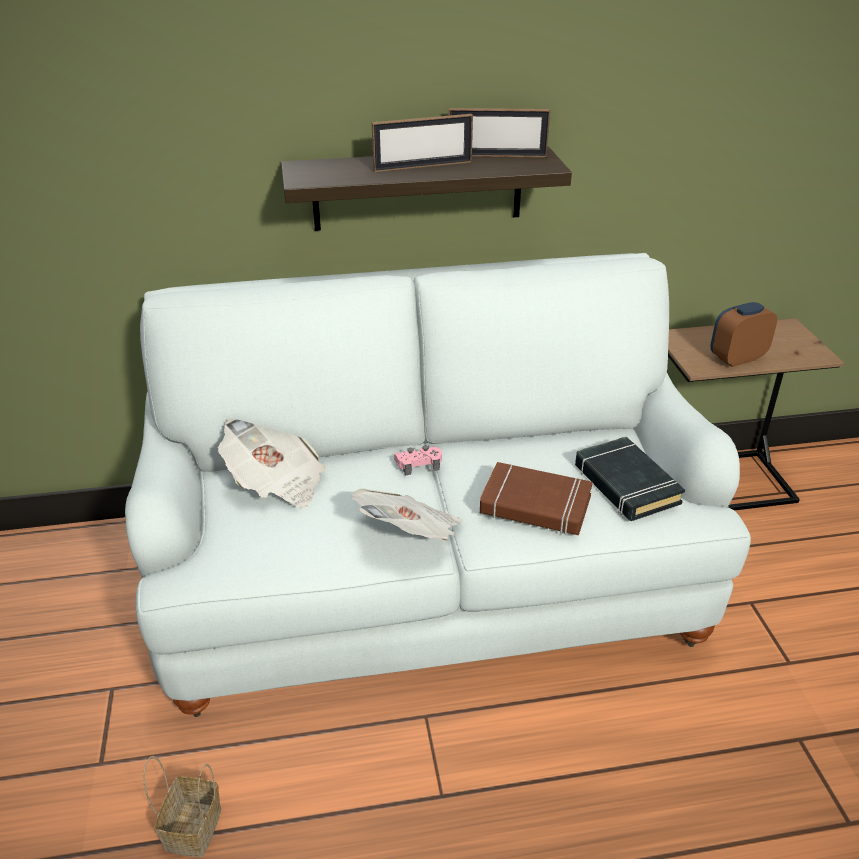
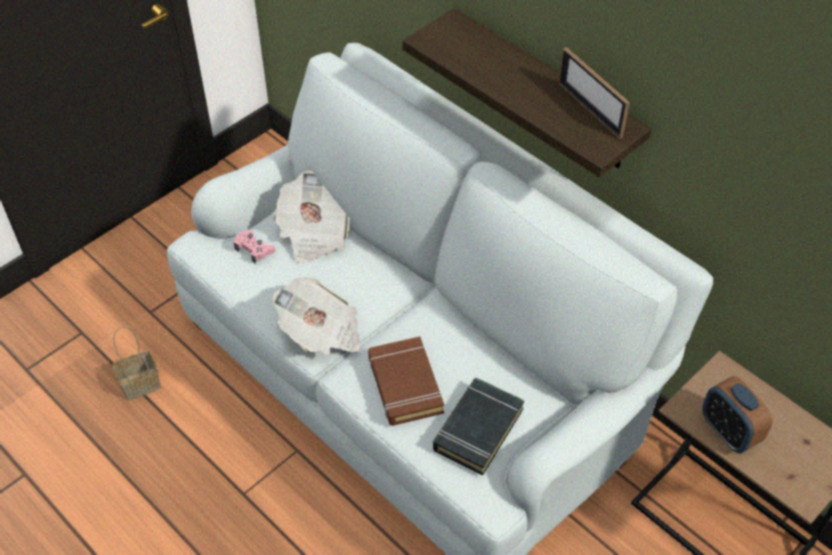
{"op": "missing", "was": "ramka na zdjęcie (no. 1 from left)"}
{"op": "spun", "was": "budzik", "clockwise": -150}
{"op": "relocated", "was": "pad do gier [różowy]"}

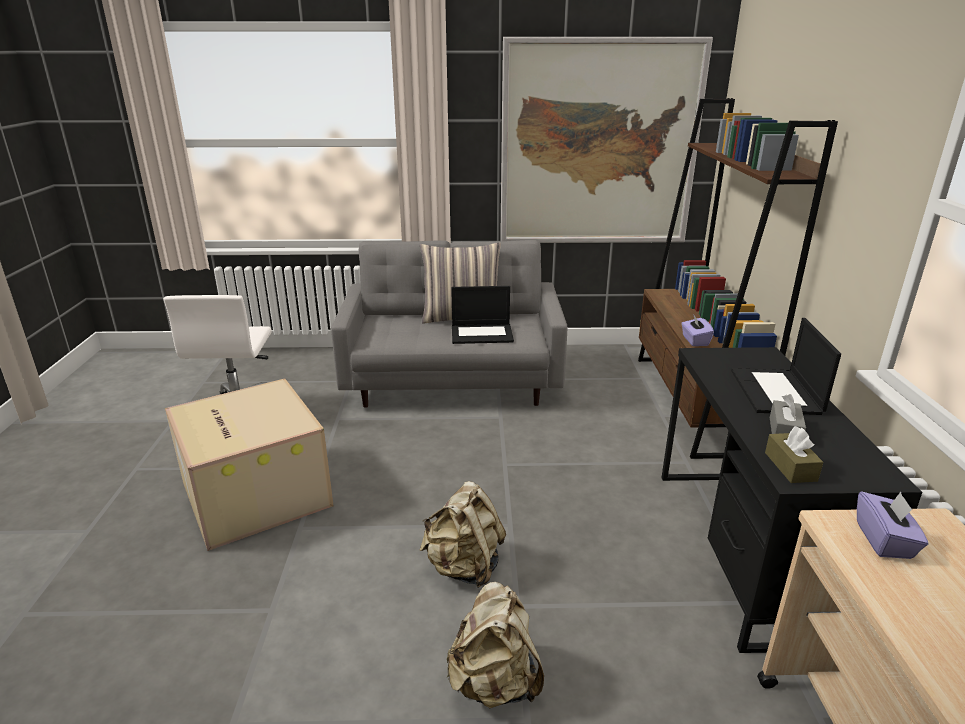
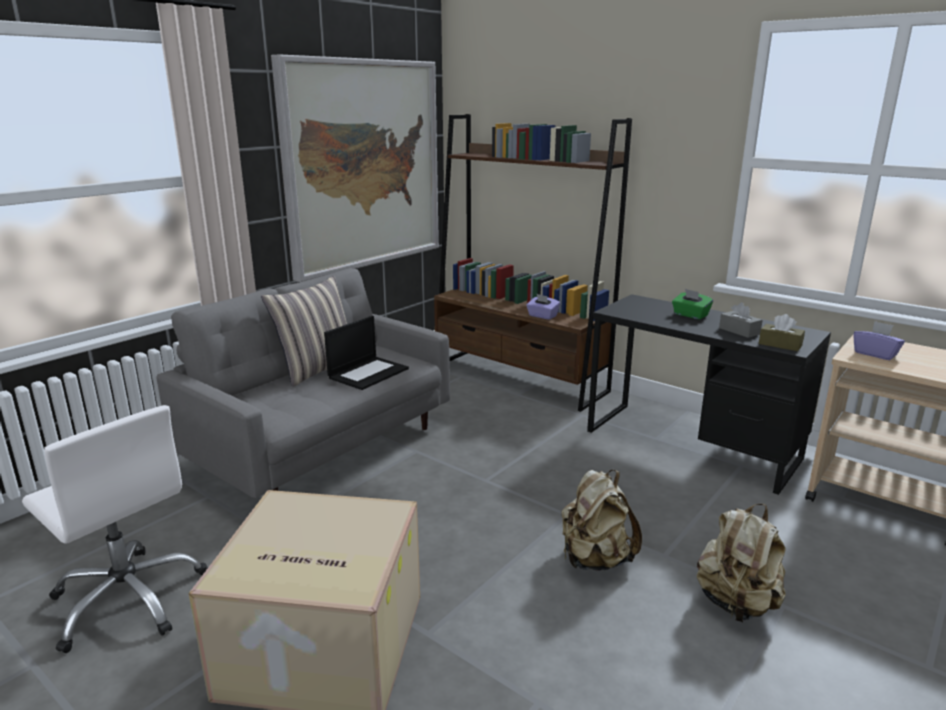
{"op": "exchanged", "was": "laptop (no. 2 from left)", "now": "pudełko chusteczek [zielony]"}

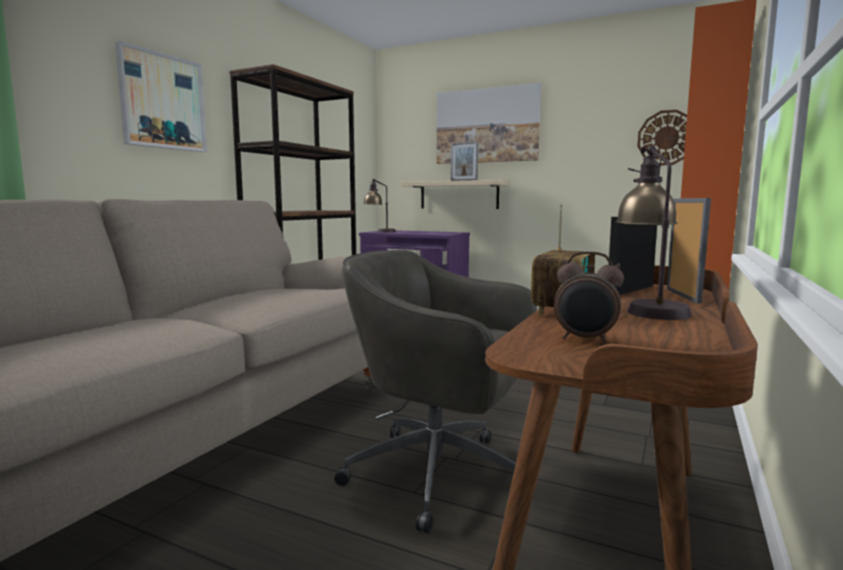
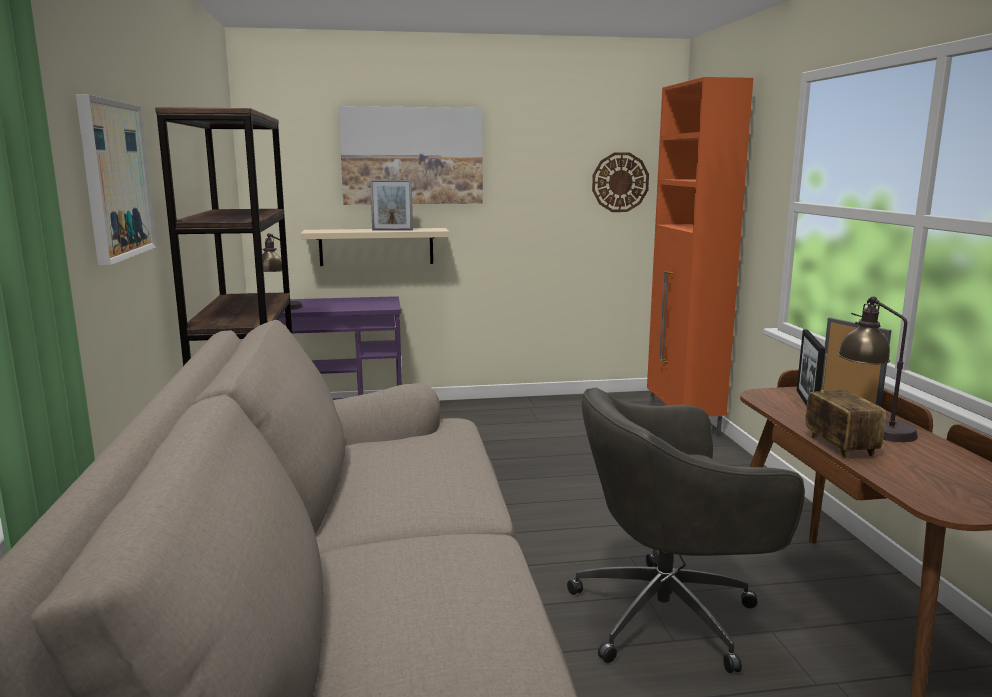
{"op": "missing", "was": "budzik"}

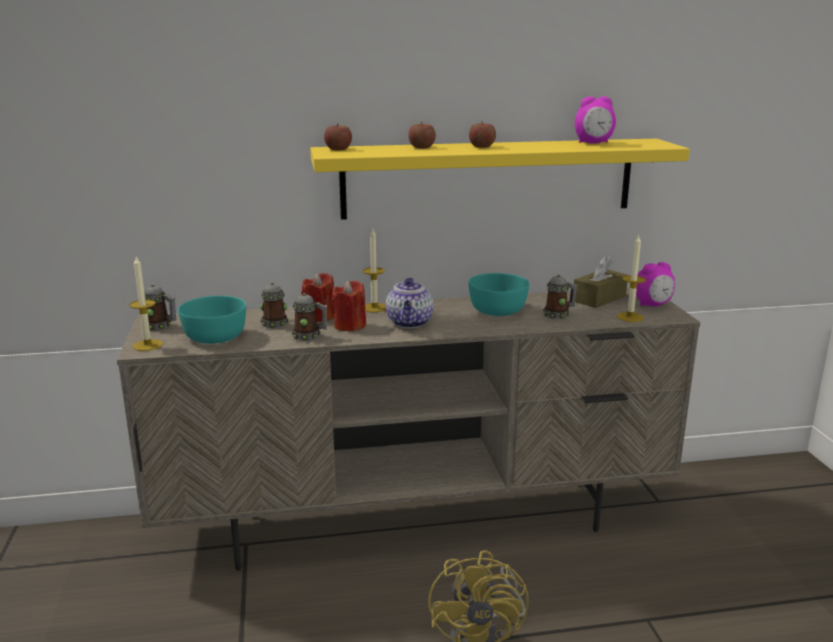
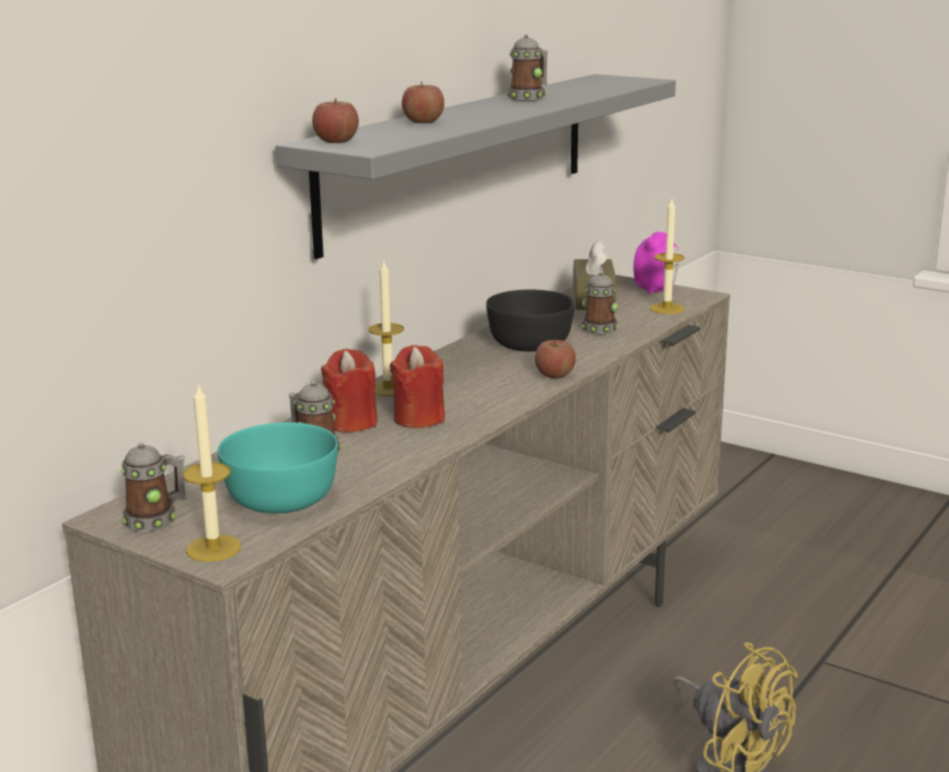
{"op": "missing", "was": "budzik (no. 1 from left)"}
{"op": "relocated", "was": "jabłko (no. 3 from left)"}
{"op": "colour", "was": "półka [żółty]", "now": "półka [szary]"}
{"op": "colour", "was": "miska [turkusowy] (no. 2 from left)", "now": "miska [czarny]"}
{"op": "missing", "was": "imbryk"}
{"op": "relocated", "was": "kubek (no. 3 from left)"}

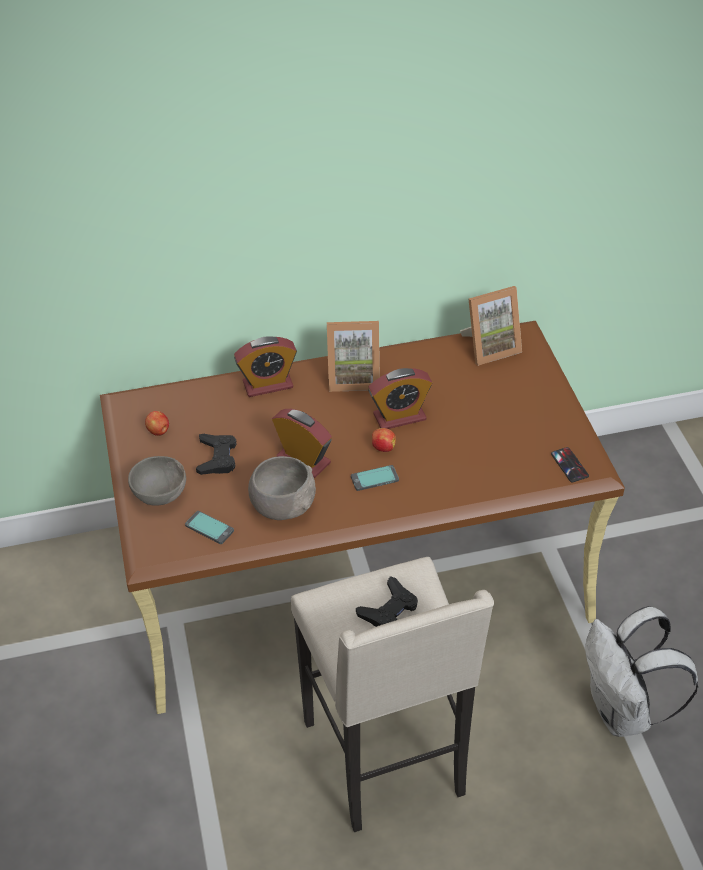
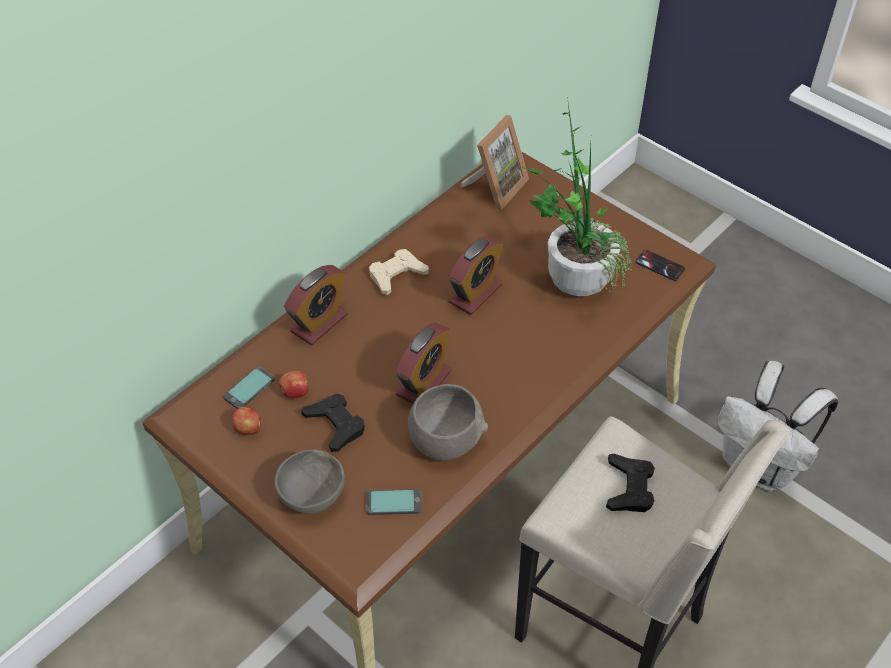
{"op": "exchanged", "was": "ramka na zdjęcie (no. 1 from left)", "now": "pad do gier [beżowy]"}
{"op": "spun", "was": "budzik (no. 2 from left)", "clockwise": 120}
{"op": "relocated", "was": "jabłko (no. 2 from left)"}
{"op": "relocated", "was": "telefon (no. 2 from left in the first image)", "now": "telefon (no. 1 from left)"}
{"op": "appeared", "now": "roślina doniczkowa"}

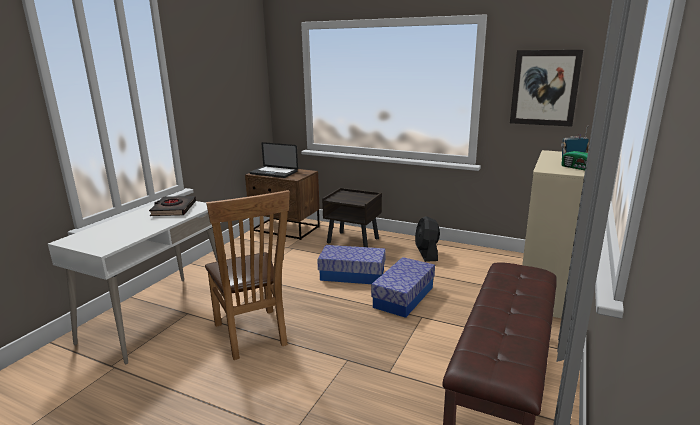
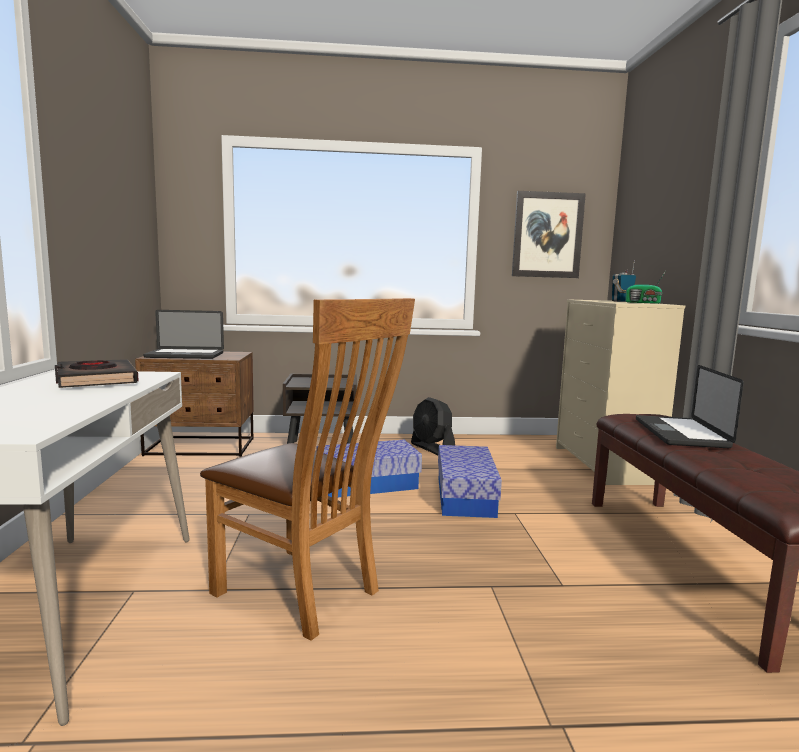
{"op": "appeared", "now": "laptop (no. 2 from left)"}

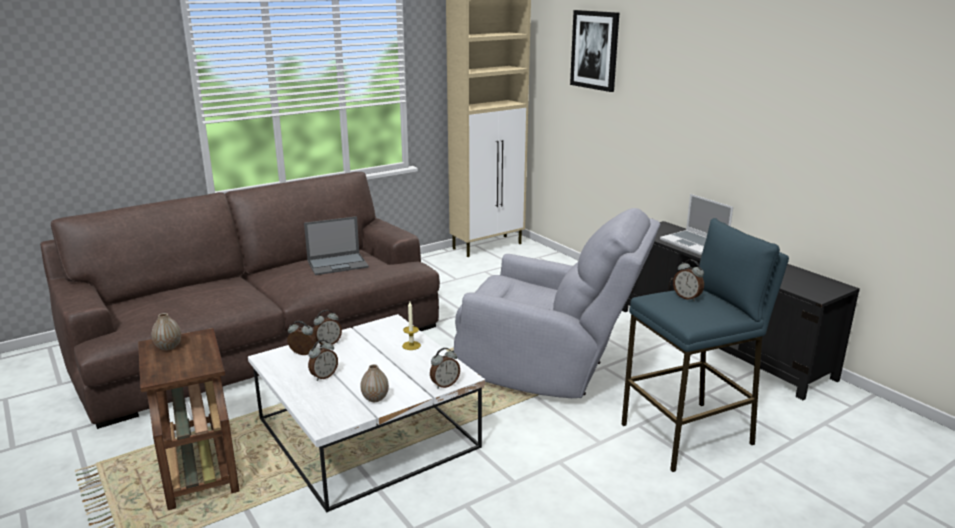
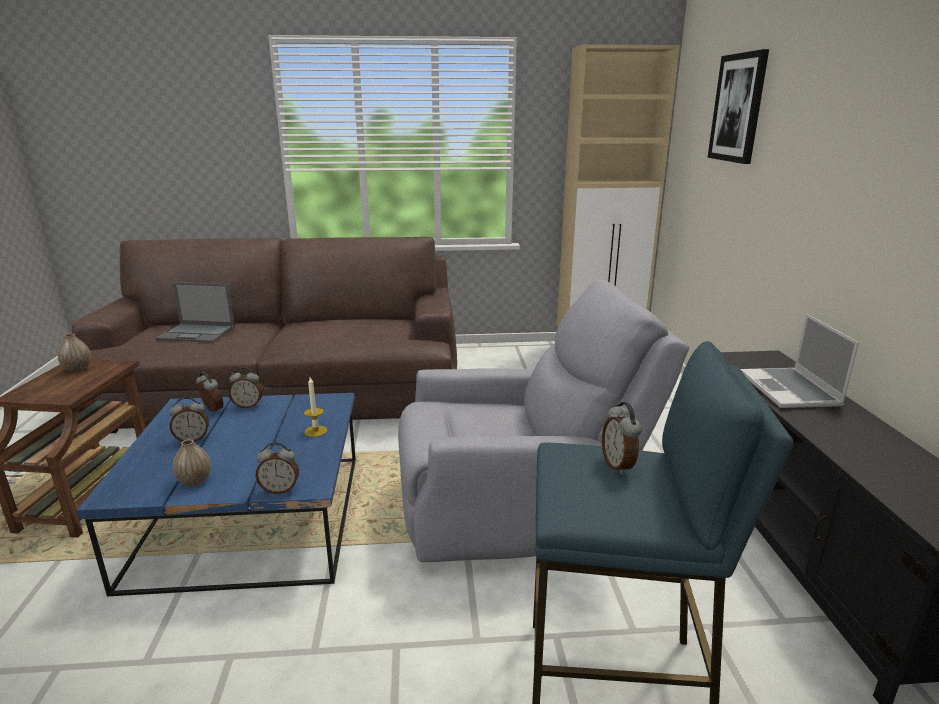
{"op": "spun", "was": "fotel [szary]", "clockwise": -60}
{"op": "relocated", "was": "laptop (no. 1 from left)"}
{"op": "colour", "was": "ława [biały]", "now": "ława [niebieski]"}

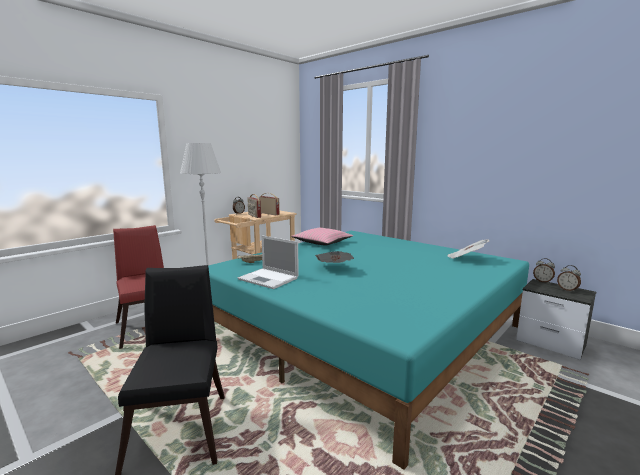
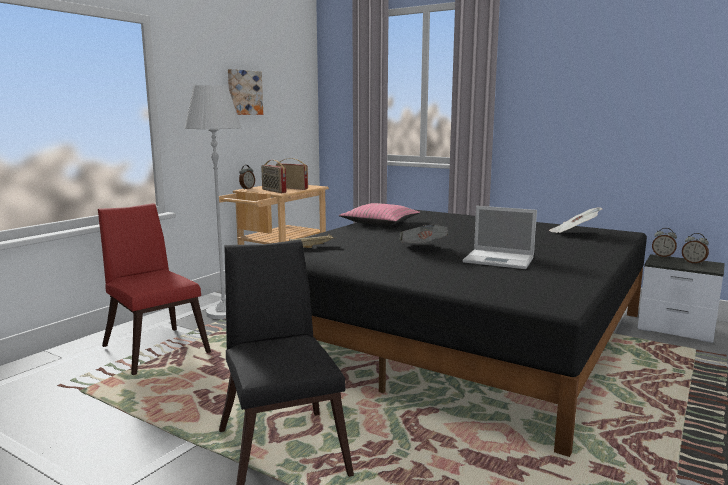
{"op": "colour", "was": "łóżko [turkusowy]", "now": "łóżko [czarny]"}
{"op": "relocated", "was": "laptop"}
{"op": "appeared", "now": "obraz"}

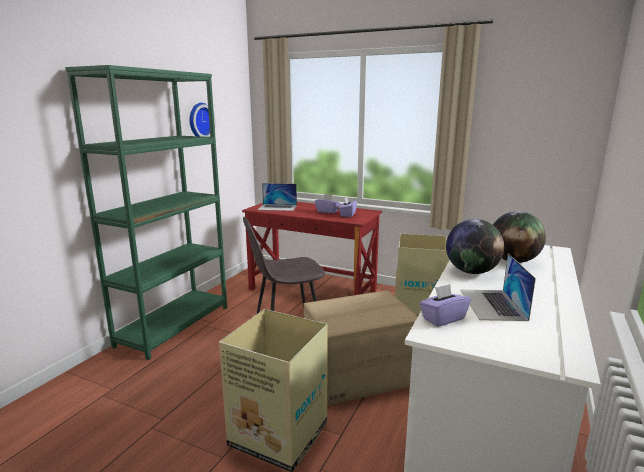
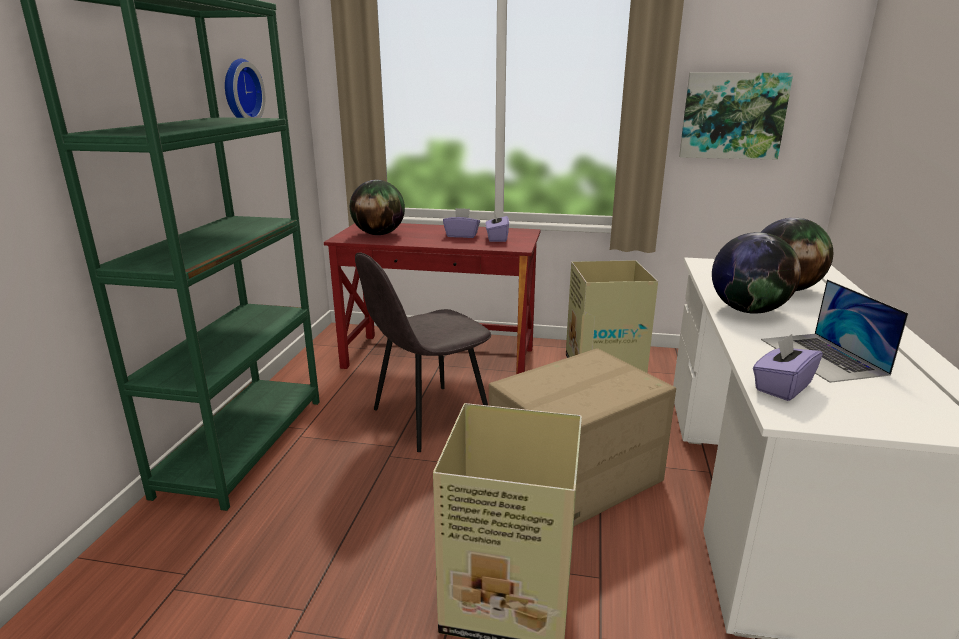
{"op": "exchanged", "was": "laptop (no. 1 from left)", "now": "globus (no. 1 from left)"}
{"op": "appeared", "now": "obraz"}

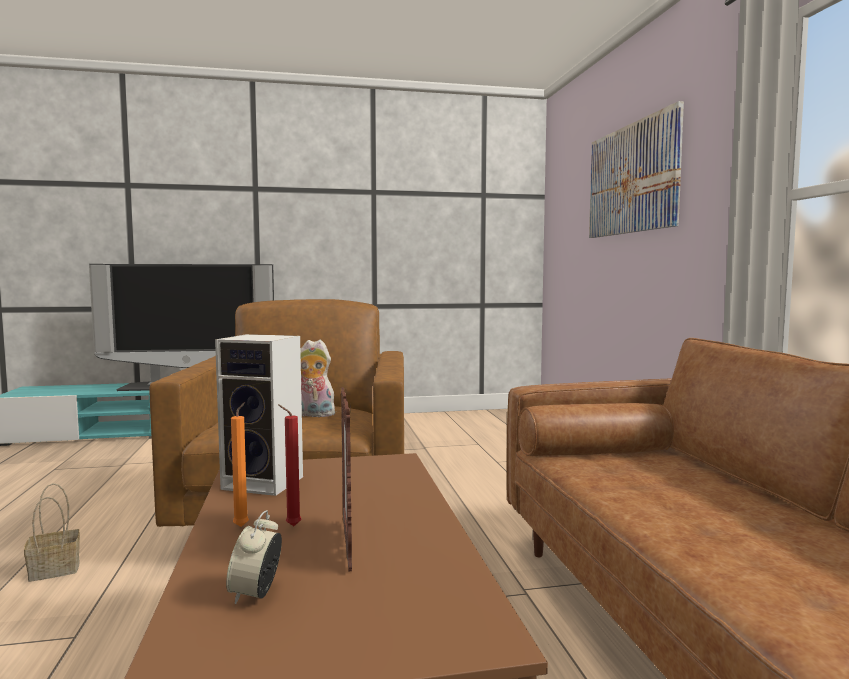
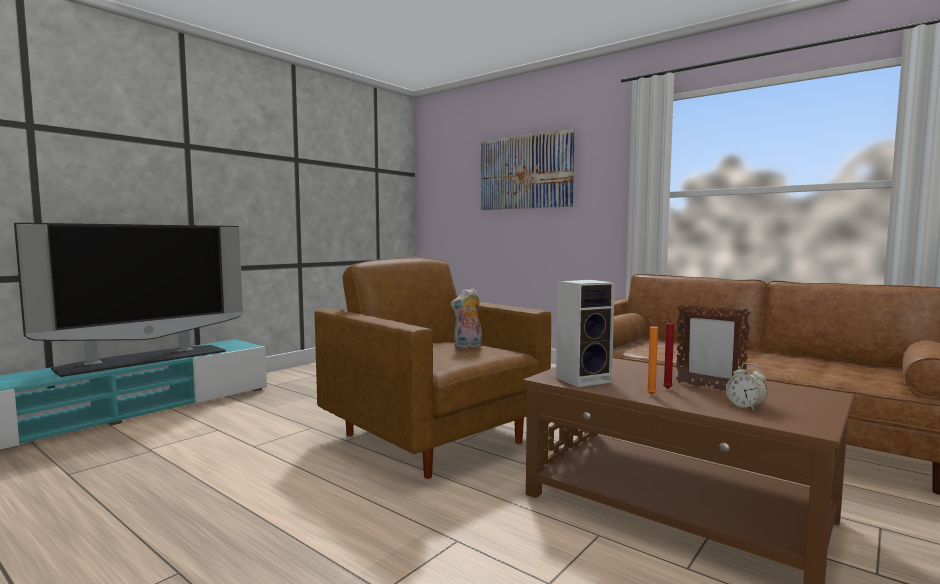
{"op": "missing", "was": "koszyk"}

